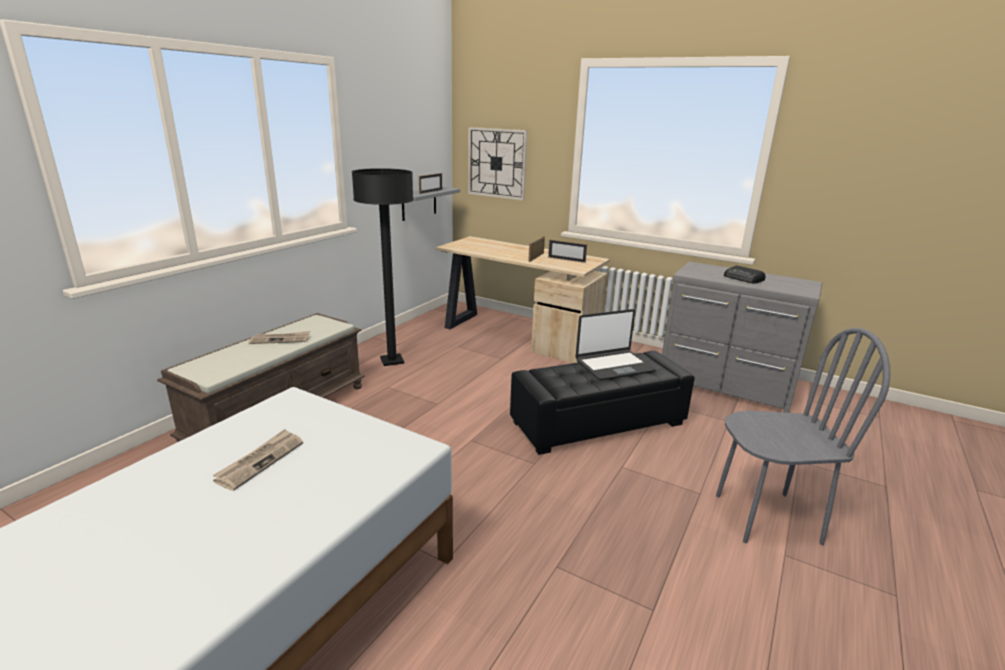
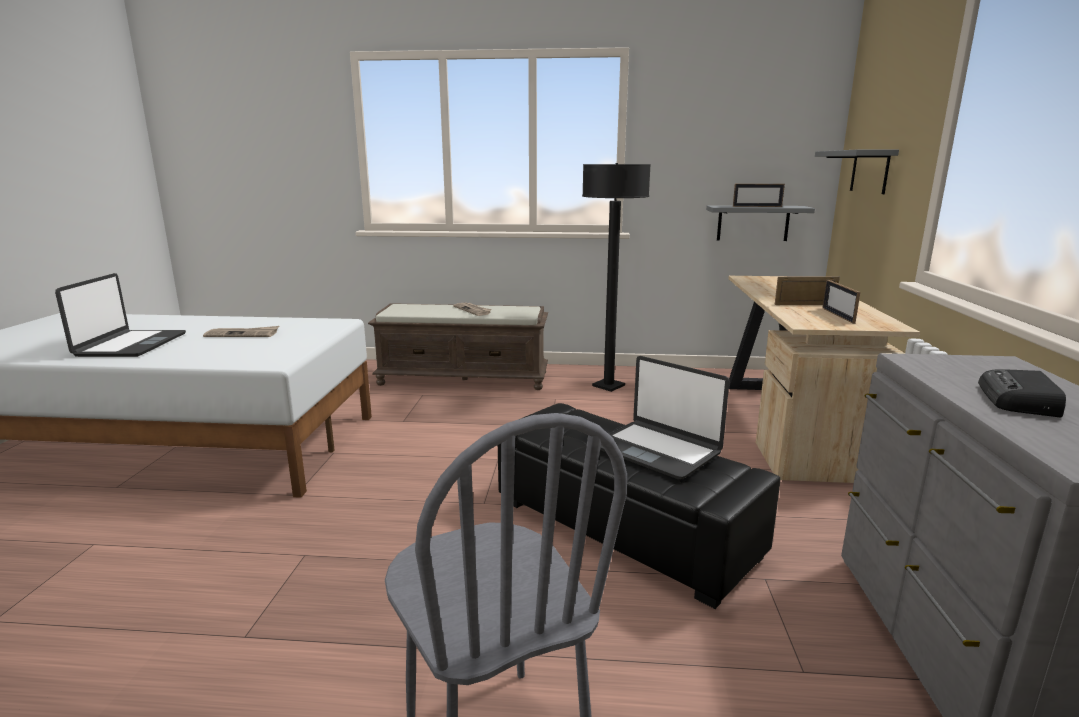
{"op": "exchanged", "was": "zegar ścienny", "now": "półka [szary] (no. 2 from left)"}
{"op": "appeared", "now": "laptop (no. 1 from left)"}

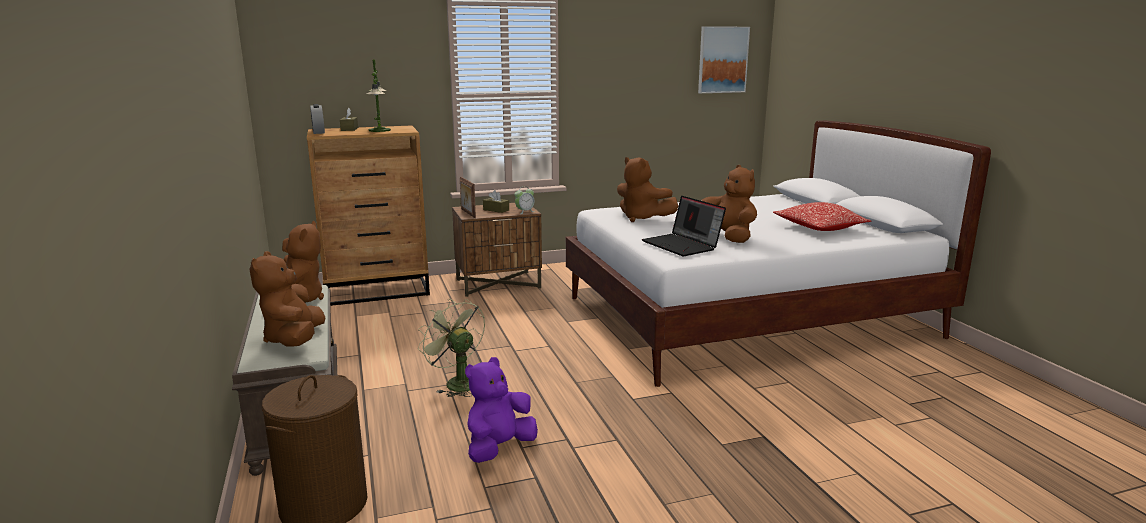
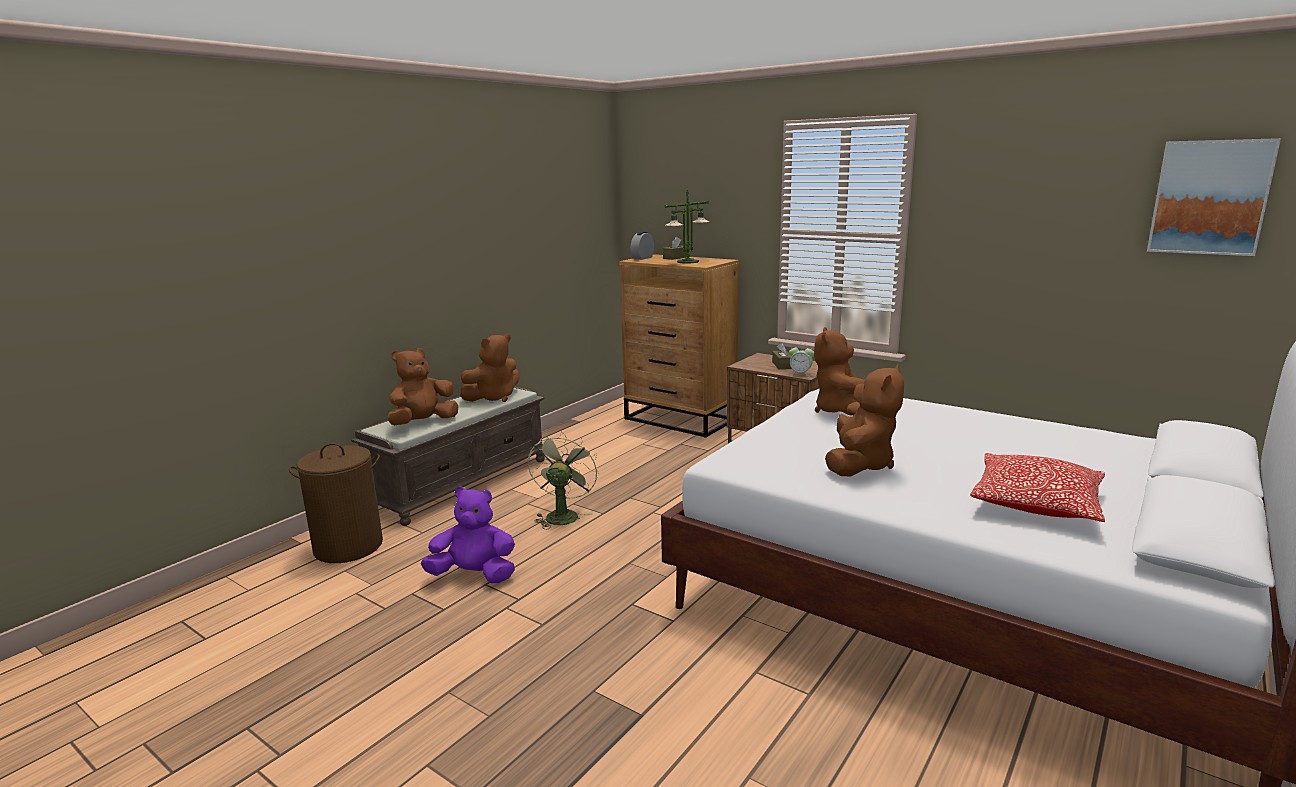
{"op": "missing", "was": "ramka na zdjęcie"}
{"op": "missing", "was": "laptop"}

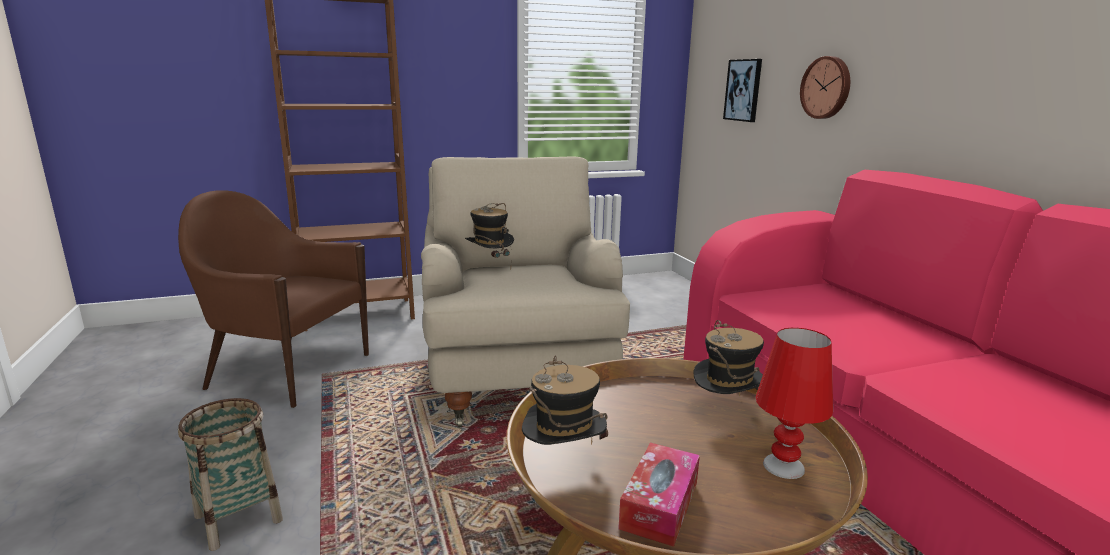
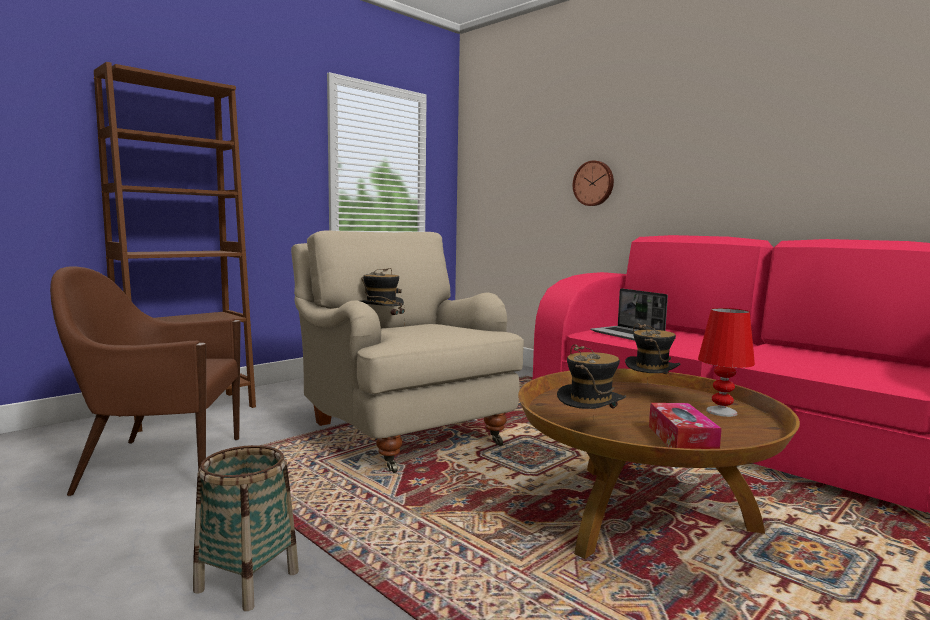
{"op": "missing", "was": "obraz"}
{"op": "appeared", "now": "laptop"}

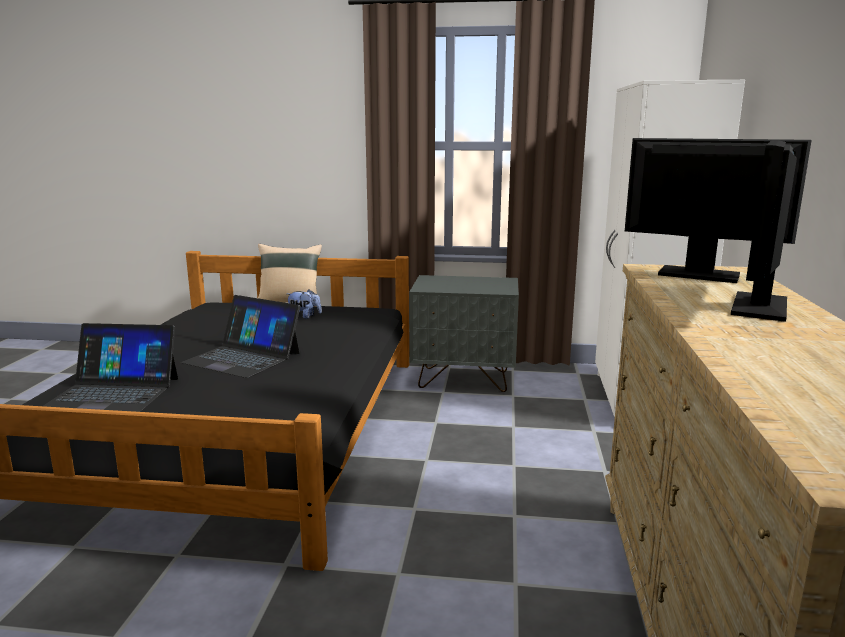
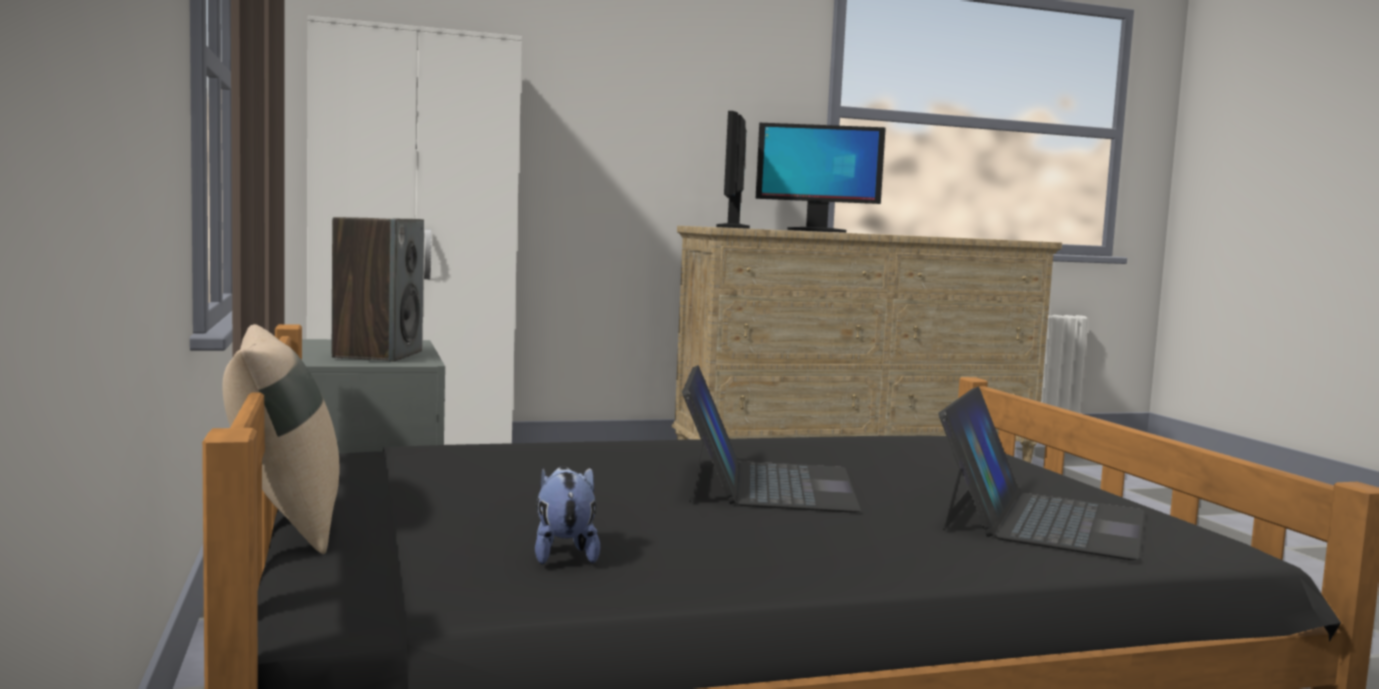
{"op": "relocated", "was": "pluszak"}
{"op": "spun", "was": "laptop (no. 1 from left in the first image)", "clockwise": 45}
{"op": "appeared", "now": "głośnik"}

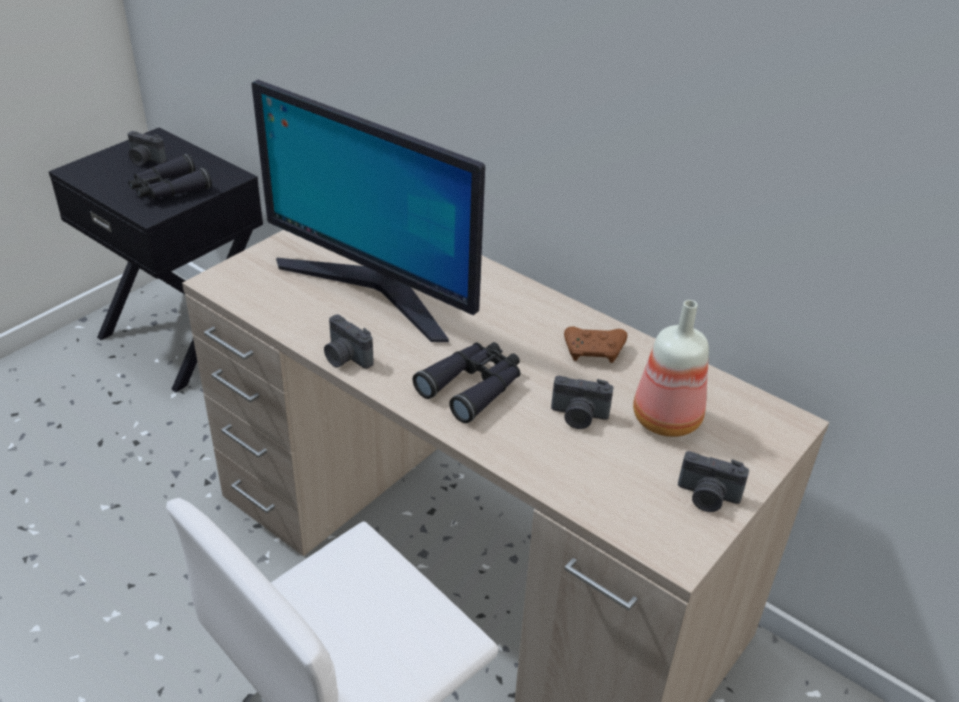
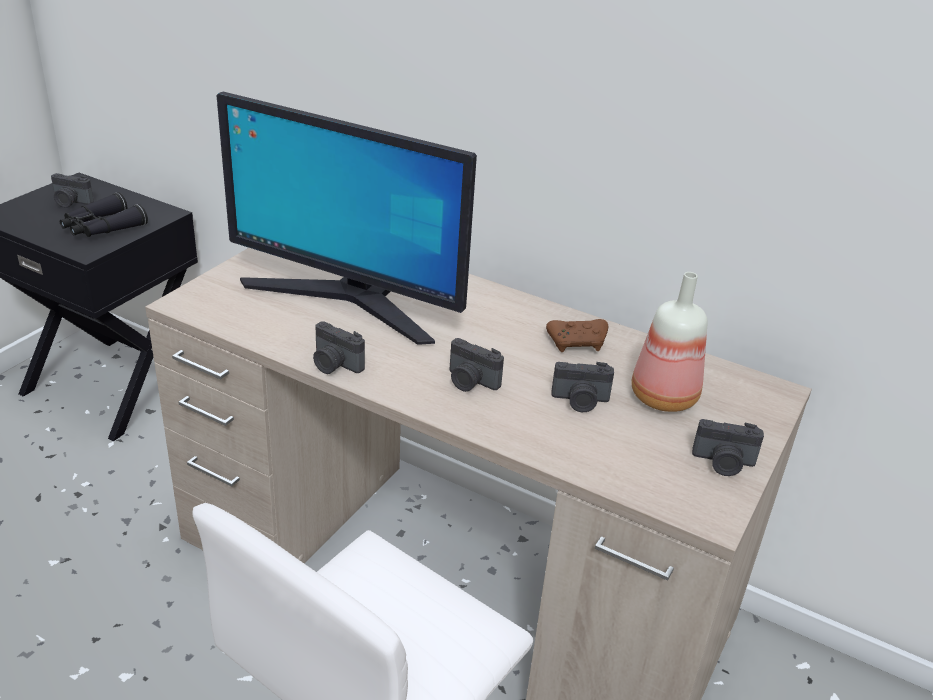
{"op": "exchanged", "was": "lornetka [czarny] (no. 2 from left)", "now": "aparat fotograficzny (no. 3 from left)"}

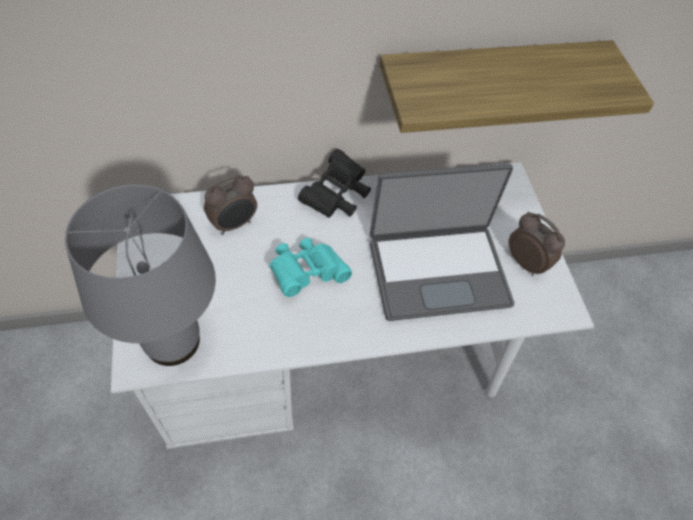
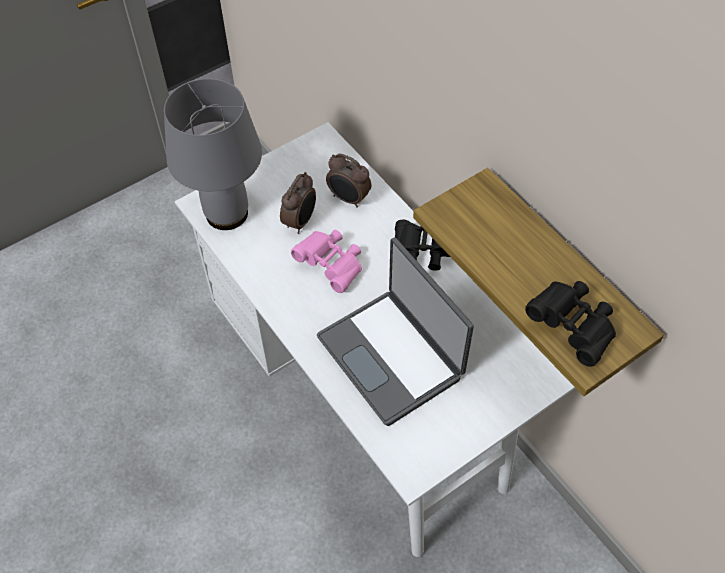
{"op": "relocated", "was": "budzik (no. 2 from left in the first image)", "now": "budzik (no. 1 from left)"}
{"op": "colour", "was": "lornetka [turkusowy]", "now": "lornetka [różowy]"}
{"op": "appeared", "now": "lornetka [czarny] (no. 2 from left)"}

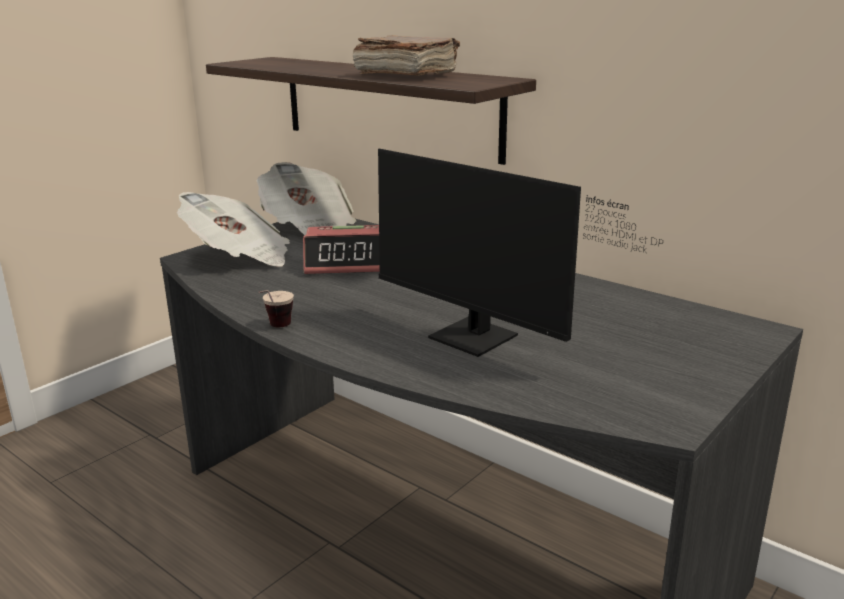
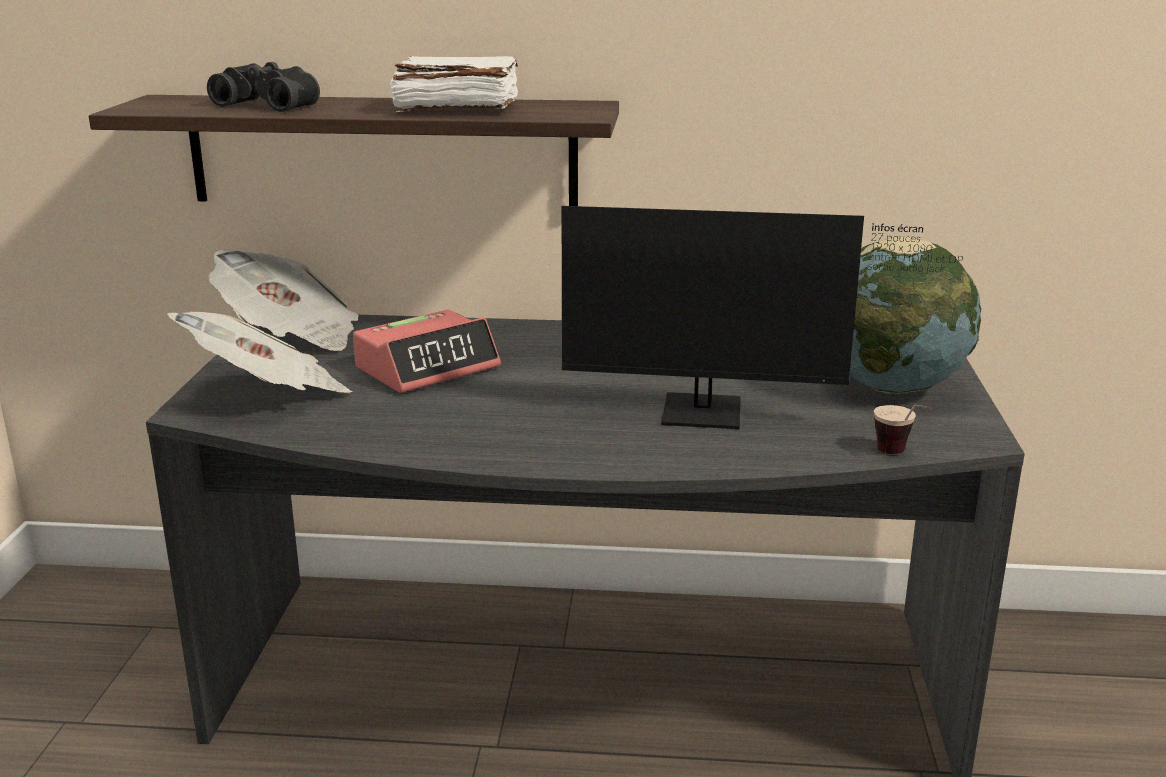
{"op": "colour", "was": "książka [brązowy]", "now": "książka [biały]"}
{"op": "relocated", "was": "filiżanka"}
{"op": "appeared", "now": "lornetka [czarny]"}
{"op": "appeared", "now": "globus"}

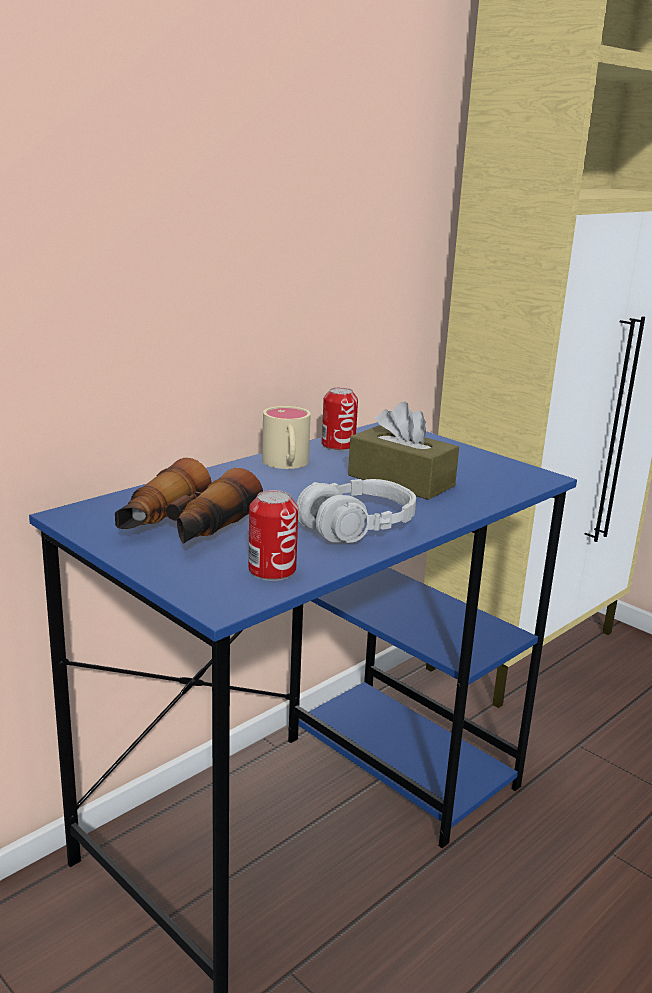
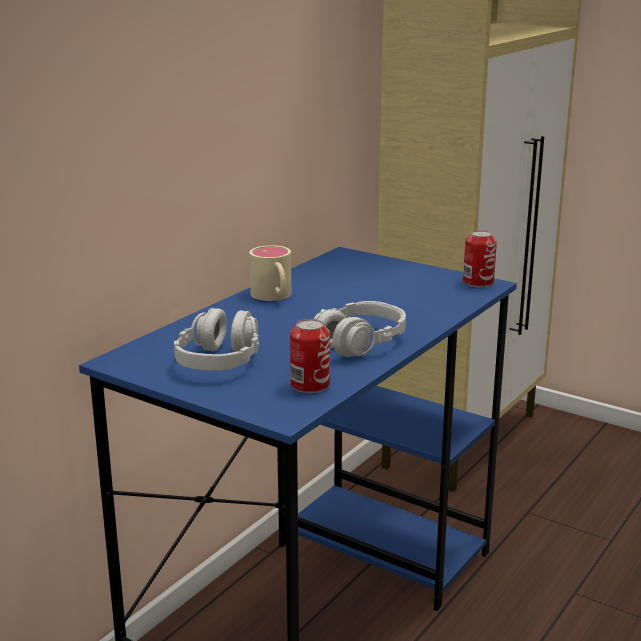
{"op": "relocated", "was": "puszka (no. 2 from left)"}
{"op": "missing", "was": "pudełko chusteczek [brązowy]"}
{"op": "exchanged", "was": "lornetka", "now": "słuchawki [szary] (no. 1 from left)"}

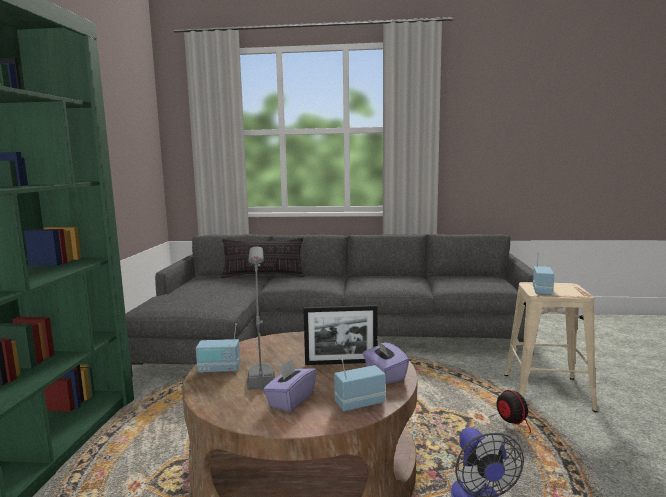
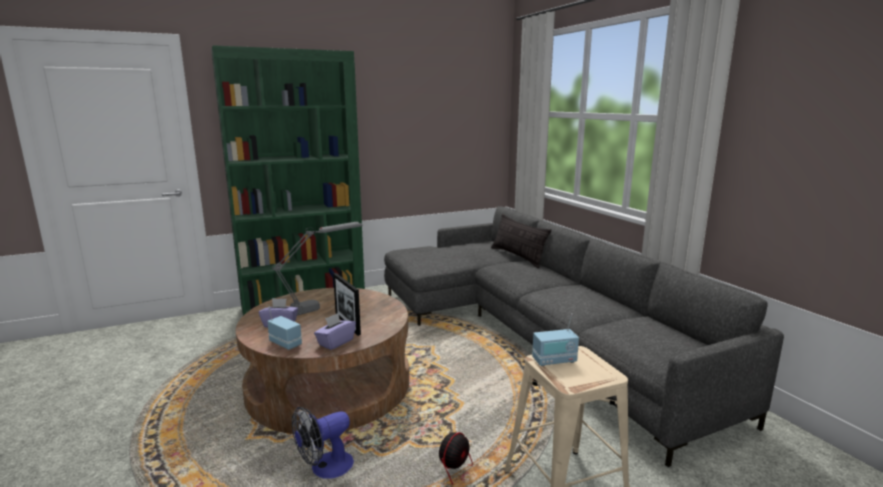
{"op": "missing", "was": "radio (no. 1 from left)"}

